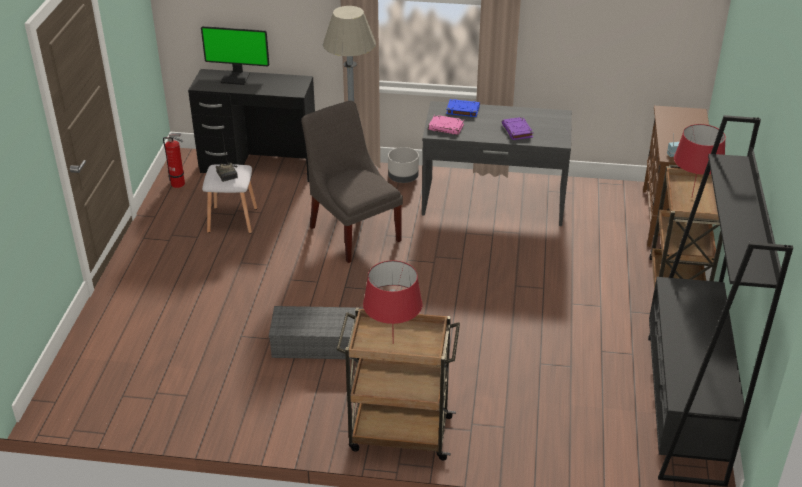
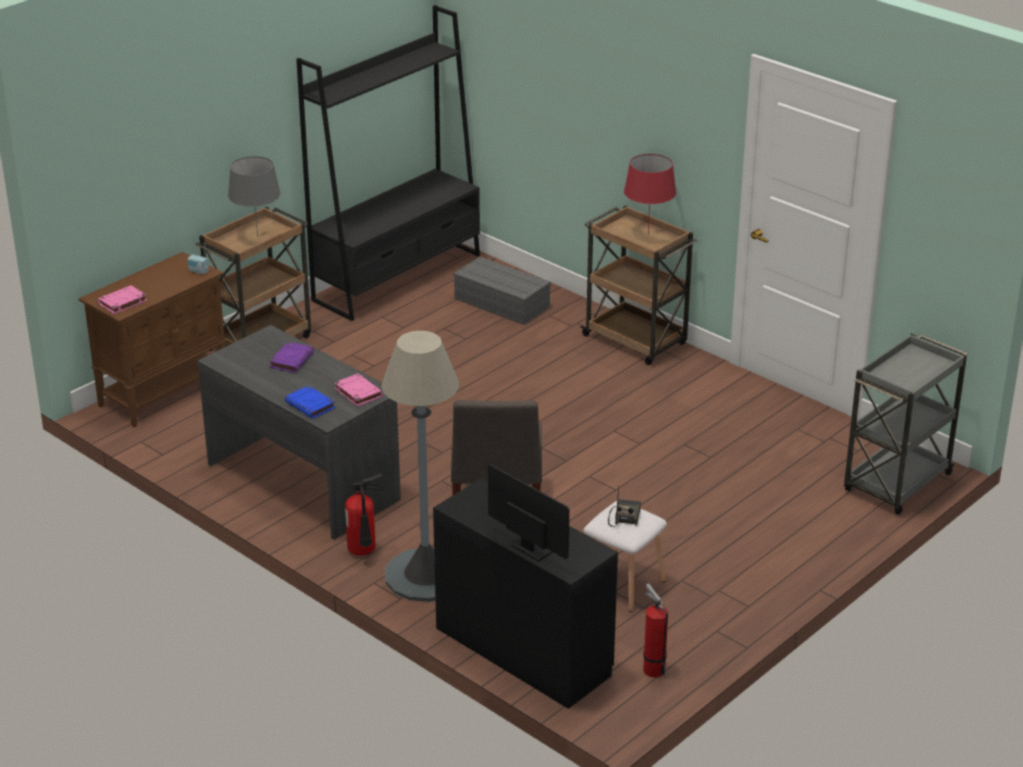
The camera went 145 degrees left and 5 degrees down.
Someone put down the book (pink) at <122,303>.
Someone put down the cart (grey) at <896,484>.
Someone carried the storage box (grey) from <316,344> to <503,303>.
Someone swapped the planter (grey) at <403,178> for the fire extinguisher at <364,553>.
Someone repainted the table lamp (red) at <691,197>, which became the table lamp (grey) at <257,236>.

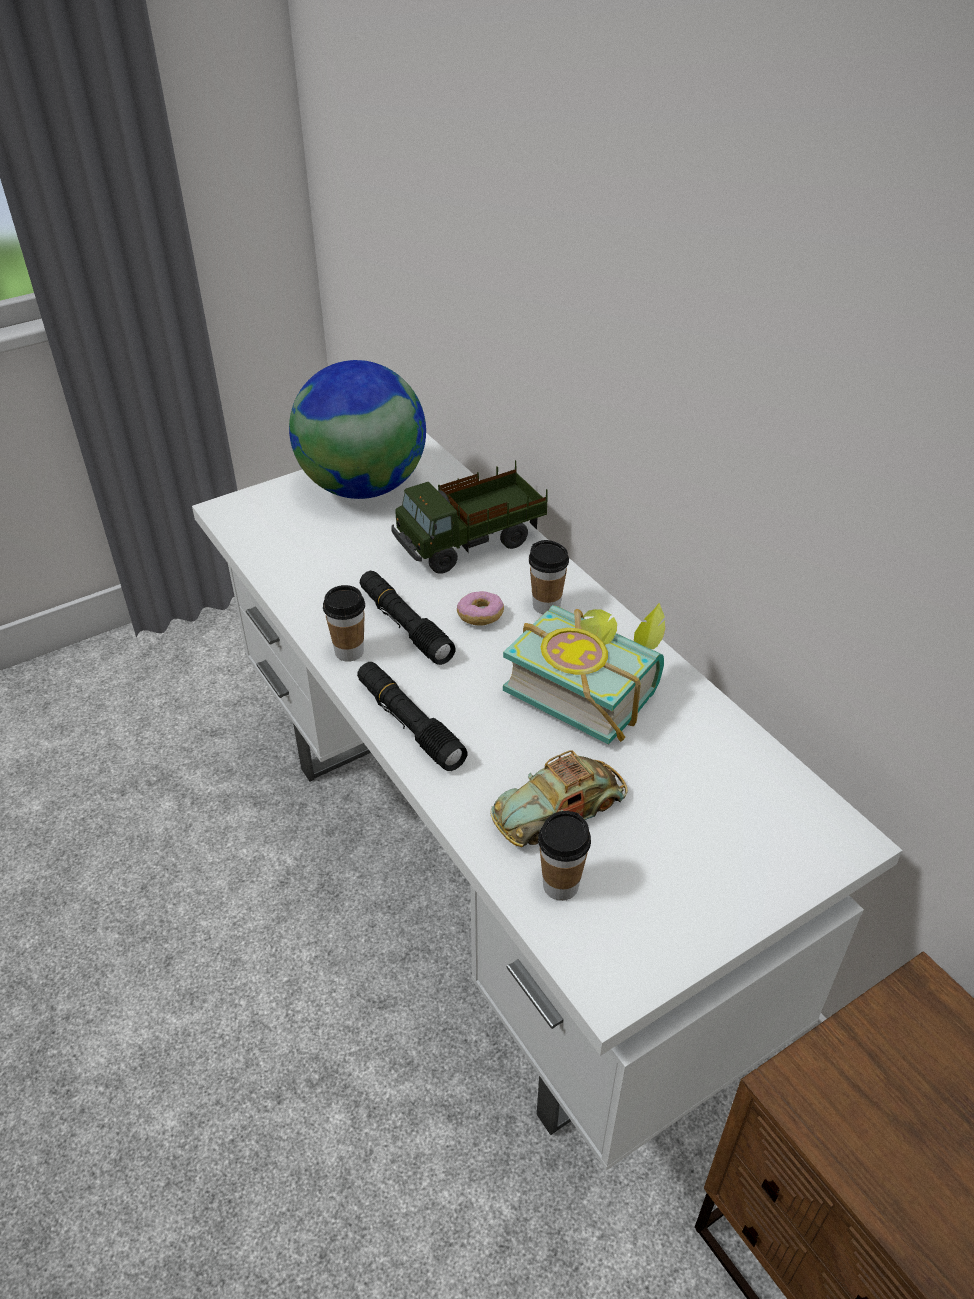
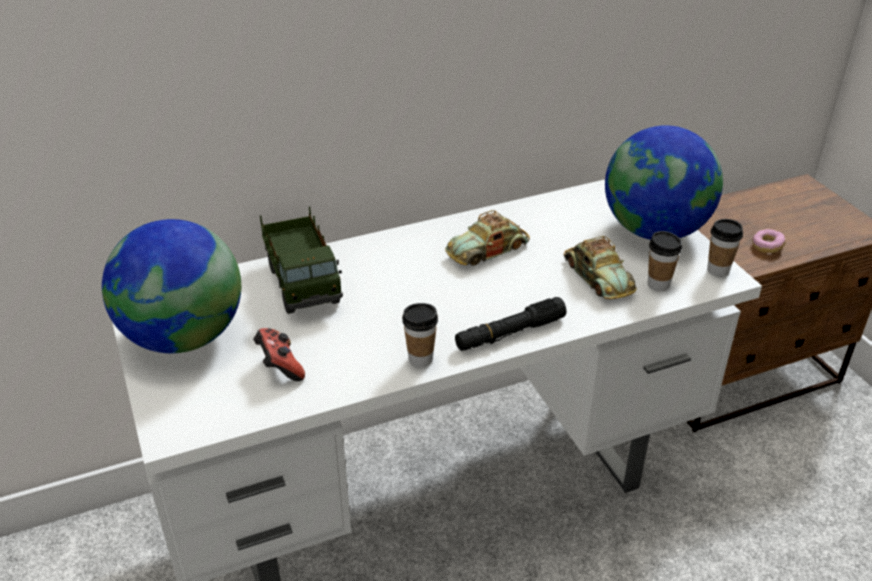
The camera went 80 degrees left and 5 degrees down.
Someone took away the flashlight (black) at <405,625>.
Someone put down the game controller at <280,367>.
Someone put down the globe at <654,231>.
Someone carried the donut from <480,616> to <767,247>.
Someone carried the cup from <546,606> to <718,270>.
Someone swapped the book at <589,686> for the toy car at <487,250>.

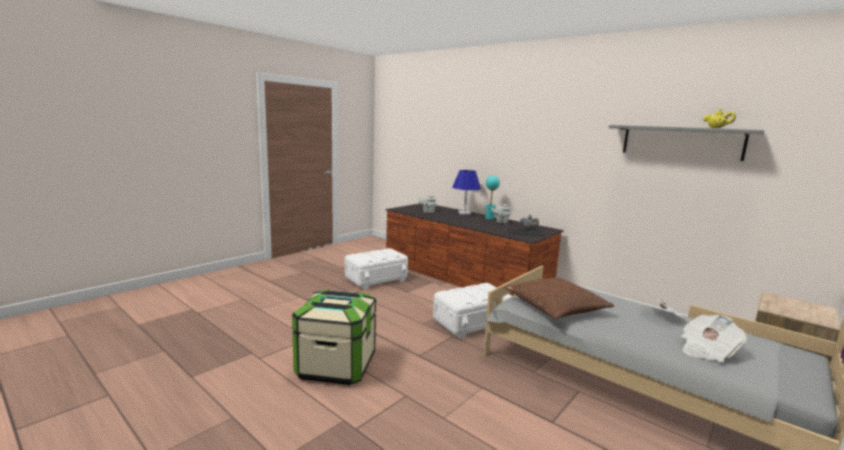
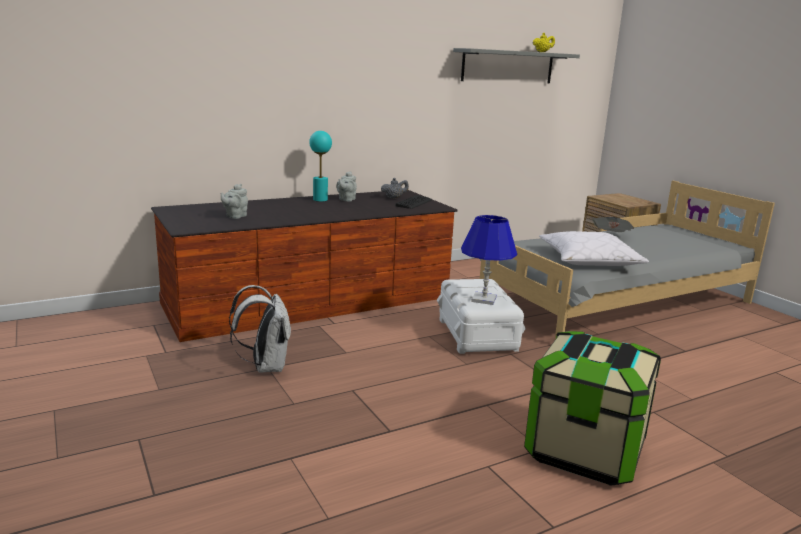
The camera went 70 degrees left and 5 degrees up.
Someone took away the newspaper at <707,350>.
Someone carried the table lamp (blue) from <464,213> to <484,299>.
Someone swapped the storage box (white) at <376,279> for the backpack (white) at <265,366>.
Someone repainted the pillow (brown) at <555,306>, which became the pillow (white) at <589,260>.

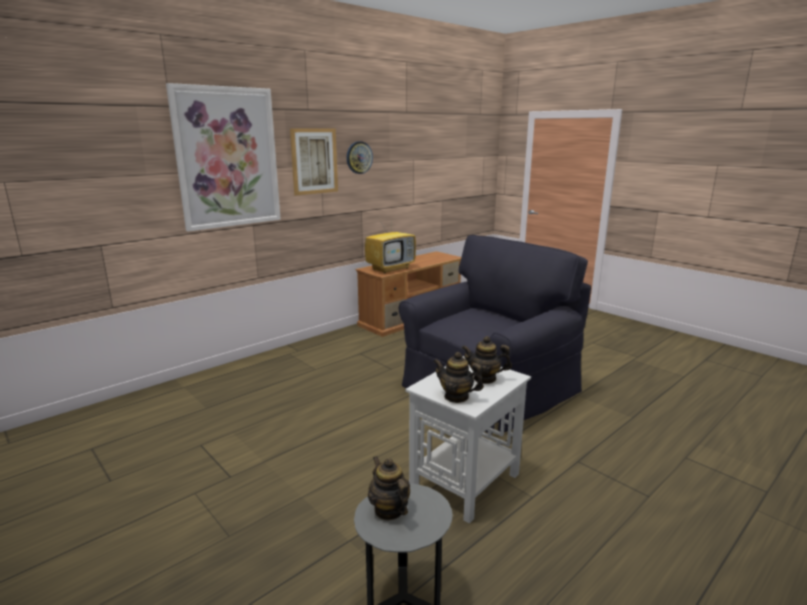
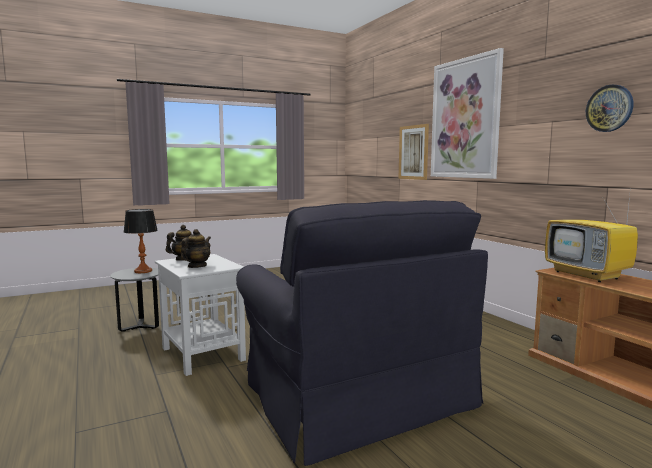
The camera went 105 degrees right and 10 degrees down.
Someone carried the picture from <314,161> to <413,152>.
Someone swapped the teapot at <389,510> for the table lamp at <143,271>.

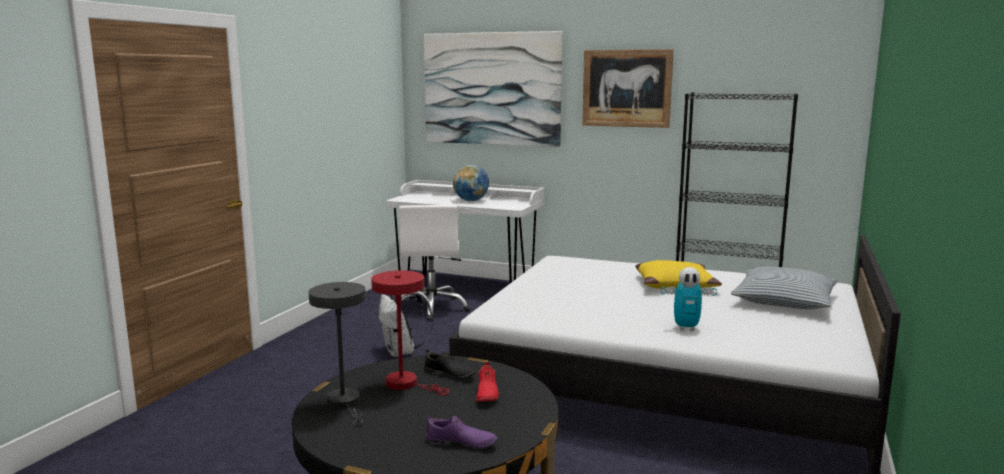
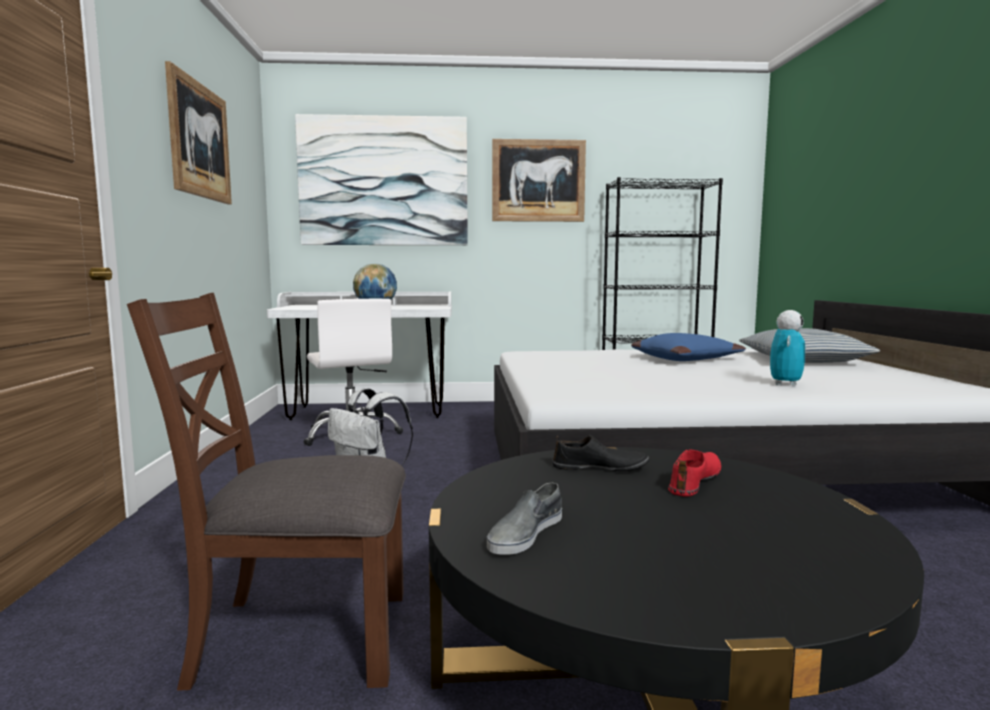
The camera went 25 degrees left and 5 degrees down.
Someone took away the table lamp (red) at <406,384>.
Someone took away the shoe (purple) at <461,442>.
Someone put down the chair (brown) at <301,637>.
Someone put up the picture at <199,141>.
Someone swapped the table lamp (grey) at <345,403> for the shoe (grey) at <525,533>.
Someone repainted the pillow (yellow) at <675,285>, which became the pillow (blue) at <685,359>.
Someone rotated the shoe (red) at <486,393> by 120 degrees counterclockwise.
Someone rotated the toy robot at <686,328> by 45 degrees counterclockwise.

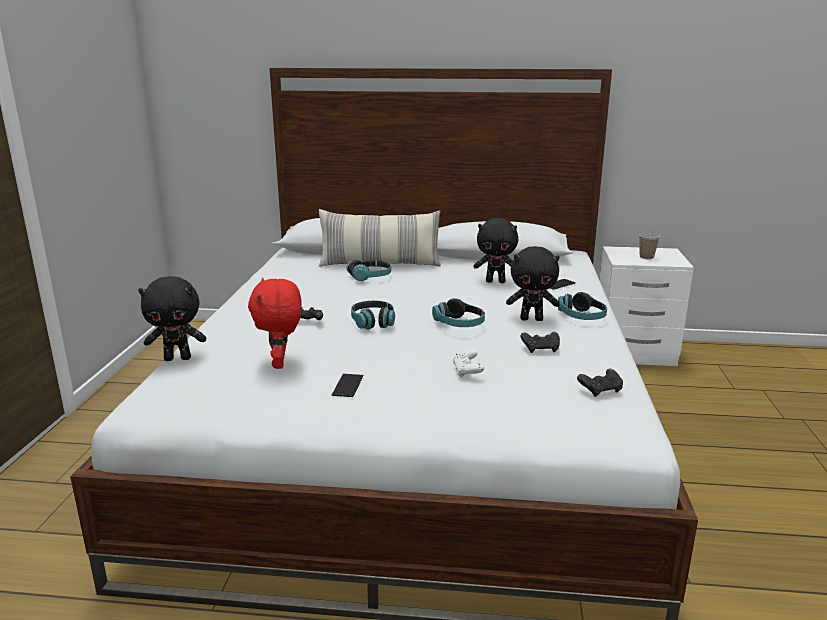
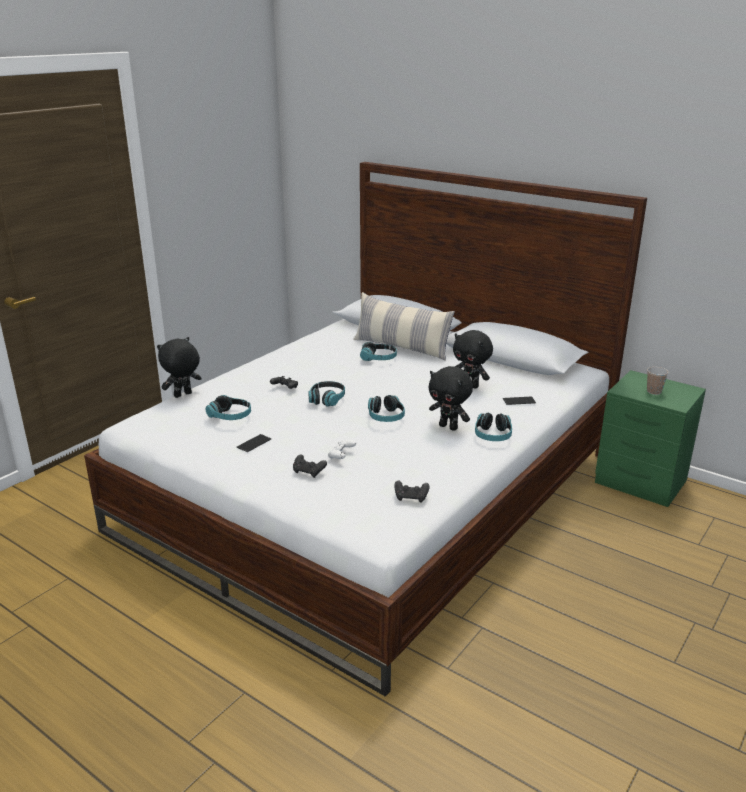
The camera went 30 degrees right and 5 degrees up.
Someone carried the game controller (black) from <540,349> to <309,472>.
Someone swapped the plush toy (red) at <281,363> for the headphones at <230,416>.
Someone repainted the nightstand (white) at <635,353>, which became the nightstand (green) at <641,483>.
Someone rotated the plush toy (black) at <178,358> by 120 degrees clockwise.

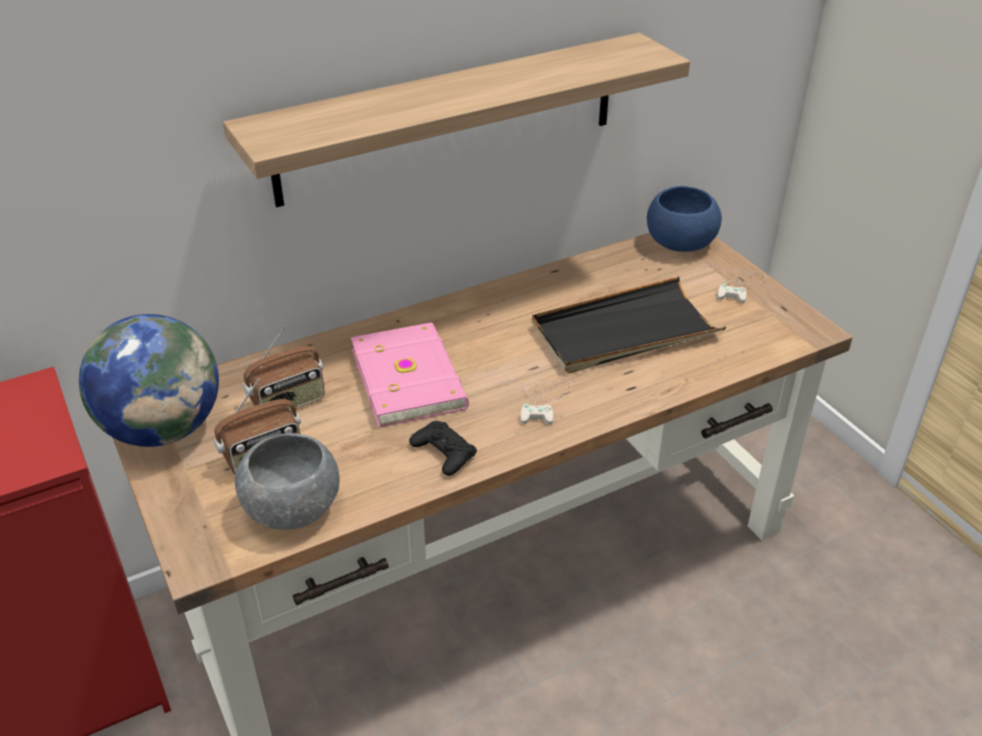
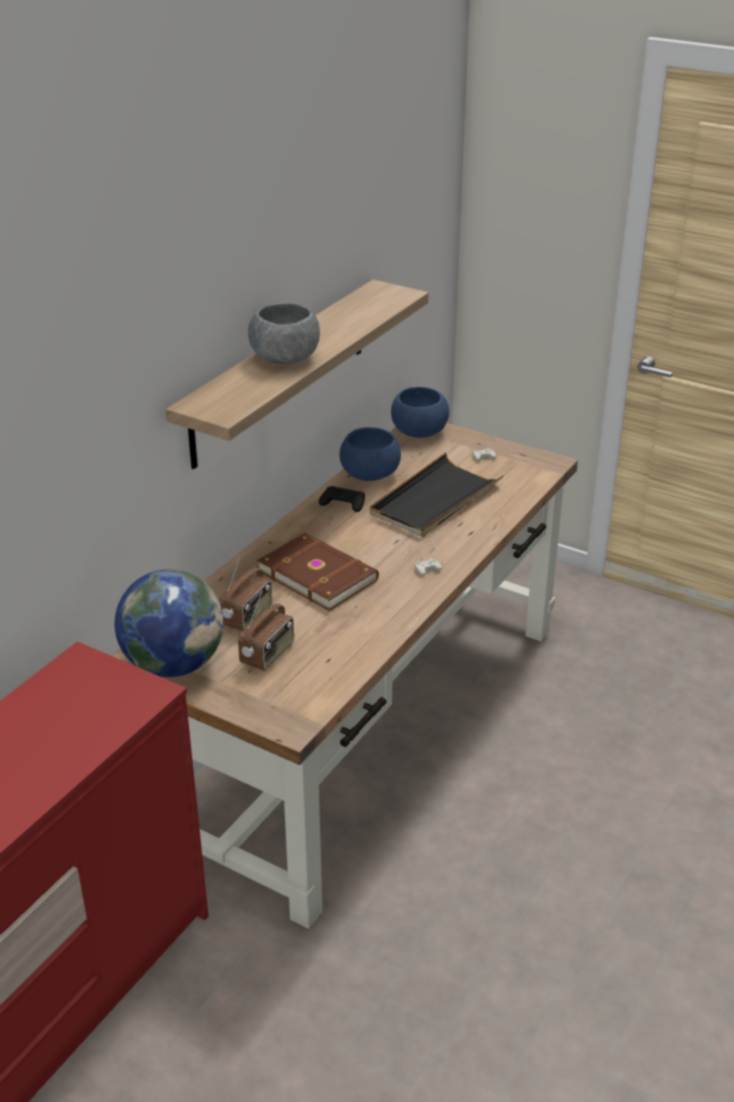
The camera went 30 degrees left and 5 degrees down.
Someone put down the bowl (blue) at <370,474>.
Someone carried the bowl (grey) from <293,508> to <285,358>.
Someone carried the game controller (black) from <443,452> to <343,503>.
Someone repainted the book (pink) at <410,377>, which became the book (brown) at <318,574>.

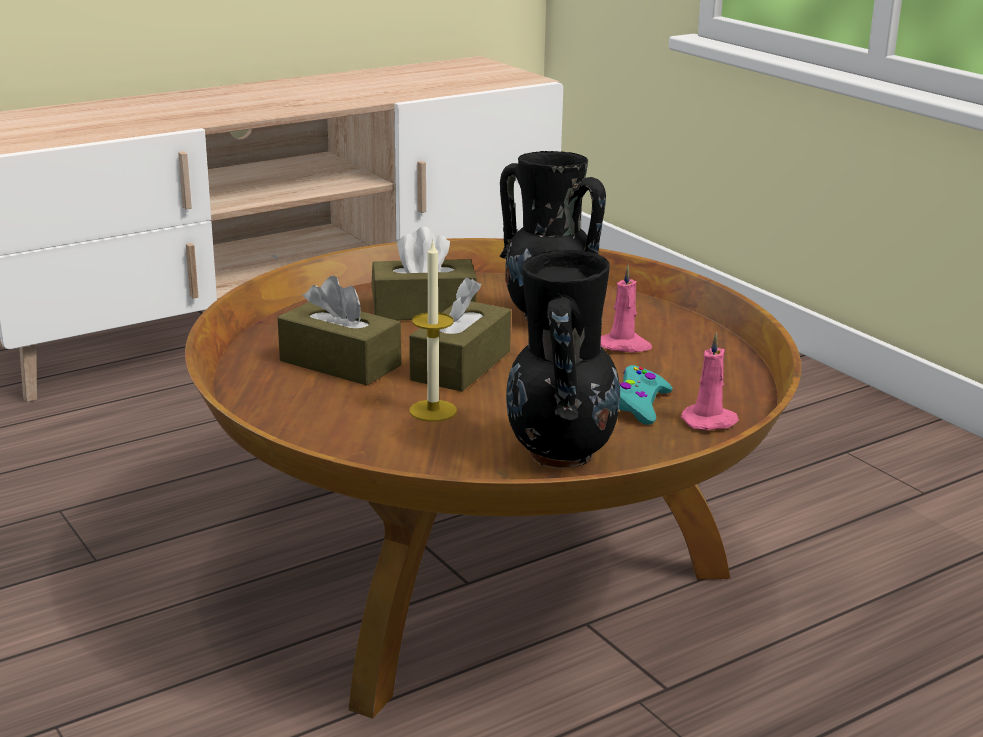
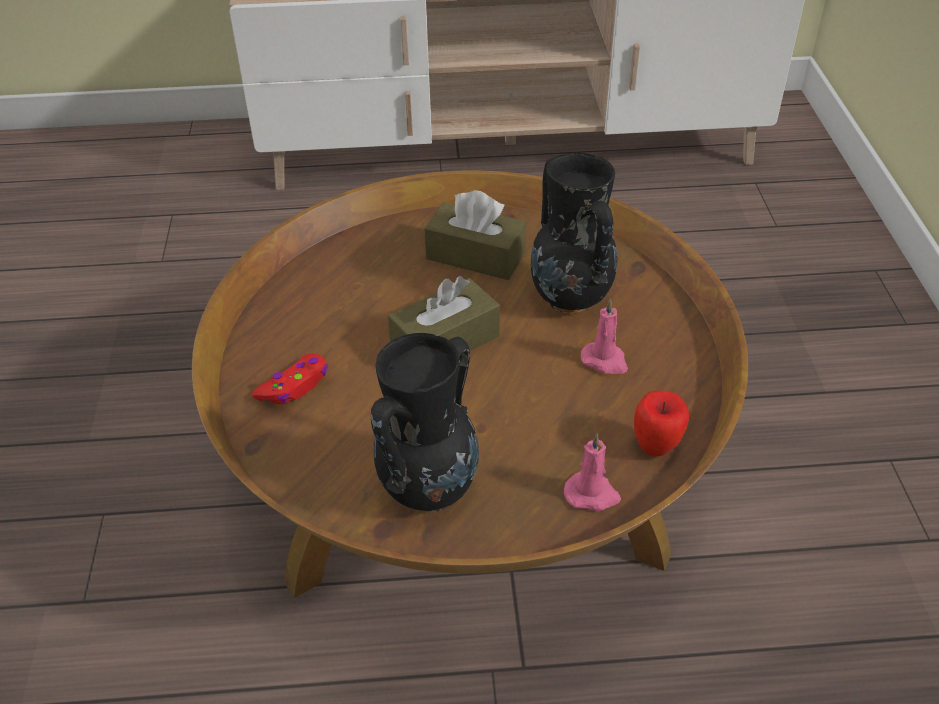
The camera went 30 degrees right and 20 degrees up.
Someone took away the tissue box (brown) at <340,363>.
Someone took away the candle at <433,410>.
Someone took away the game controller (turquoise) at <639,405>.
Someone put down the game controller (red) at <294,386>.
Someone put down the apple at <656,447>.

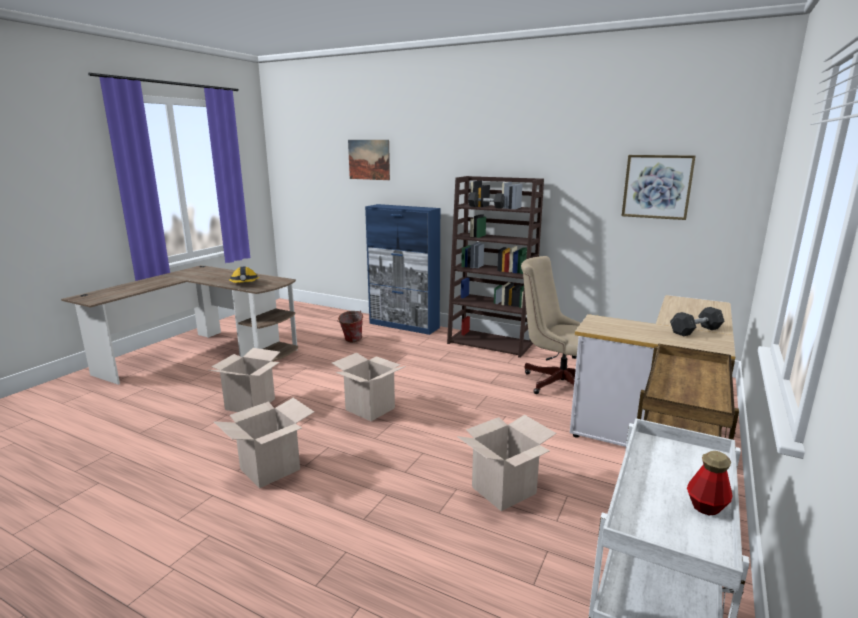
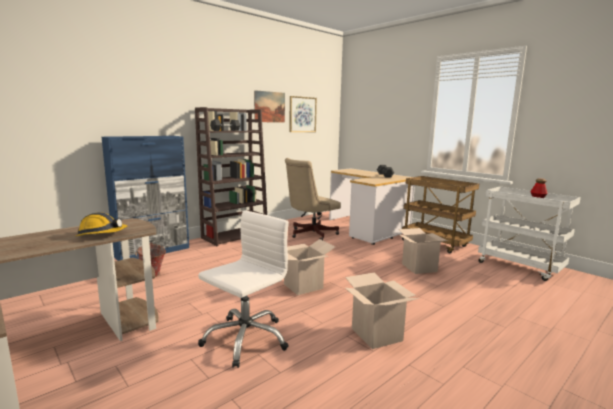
The camera went 70 degrees left and 5 degrees down.
Someone carried the picture from <369,159> to <269,107>.
Someone swapped the cardboard box at <250,404> for the office chair (white) at <245,339>.

